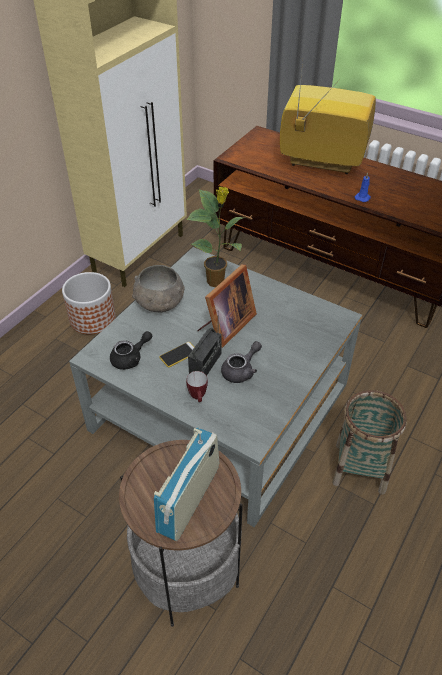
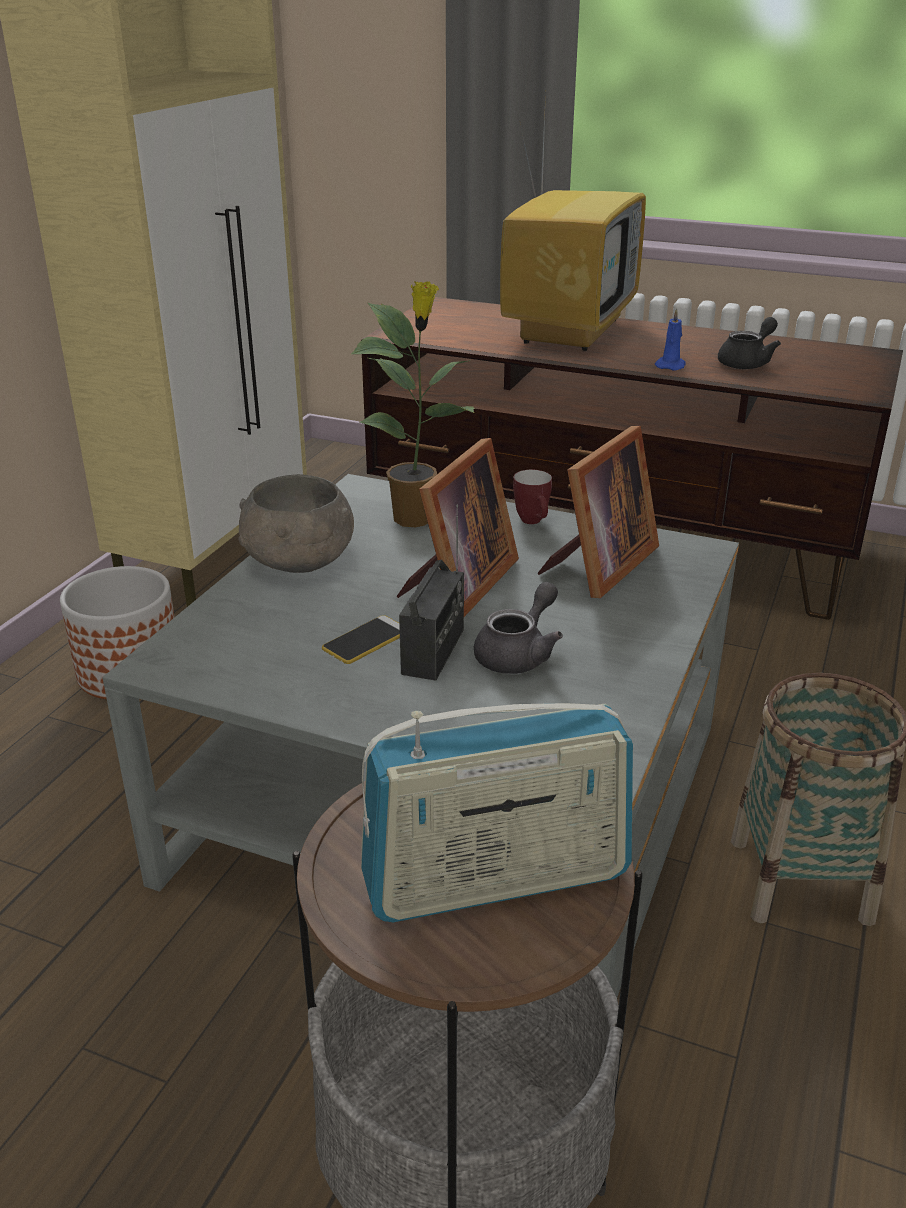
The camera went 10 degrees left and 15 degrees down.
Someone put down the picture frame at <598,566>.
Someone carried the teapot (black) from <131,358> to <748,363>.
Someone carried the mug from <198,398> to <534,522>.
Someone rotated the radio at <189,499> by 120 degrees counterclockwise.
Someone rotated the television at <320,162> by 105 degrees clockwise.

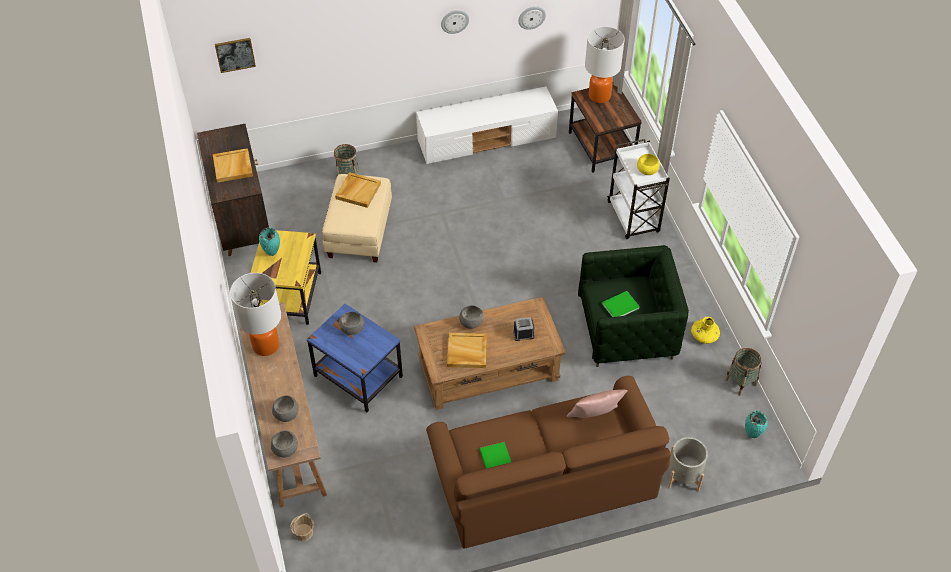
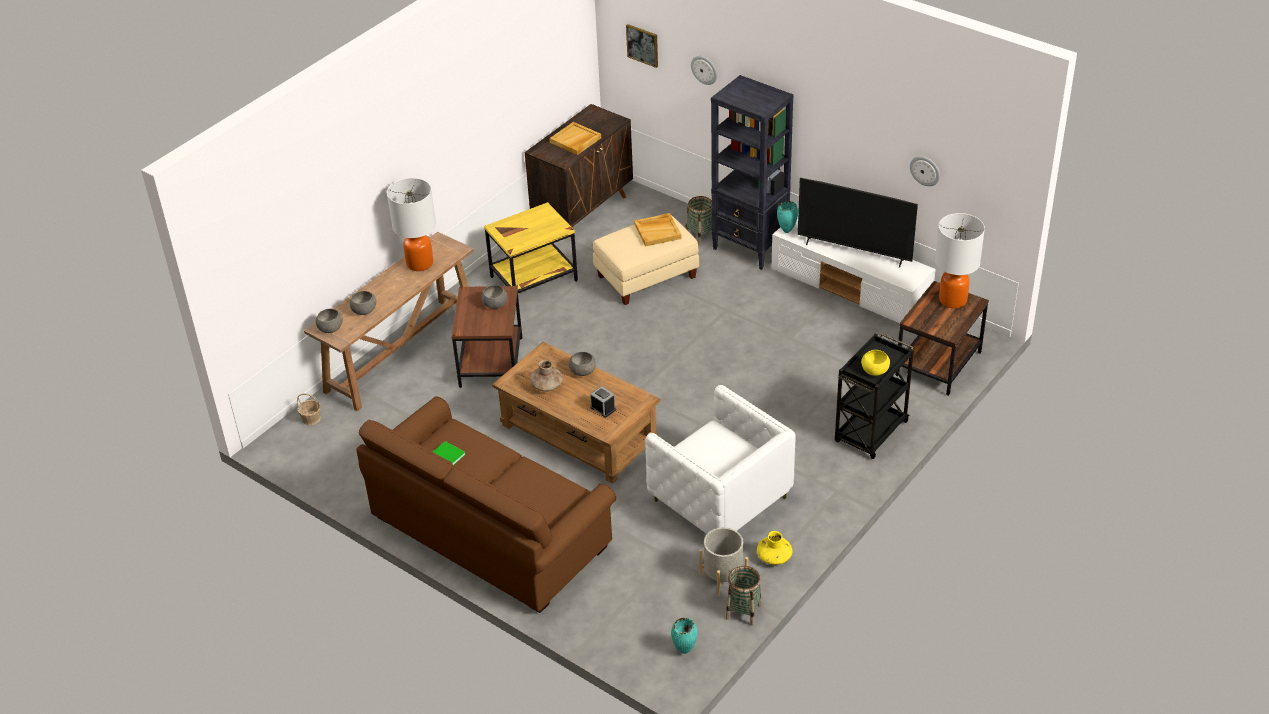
The camera went 55 degrees right and 10 degrees down.
Someone took away the pillow (pink) at <594,417>.
Someone took away the book (green) at <619,305>.
Someone put down the bookcase (black) at <750,248>.
Someone put down the television at <854,252>.
Someone carried the vase (turquoise) from <272,254> to <786,231>.
Someone carried the wall clock from <454,21> to <704,69>.
Someone carried the planter (grey) from <683,476> to <723,578>.
Someone swapped the tray (beige) at <466,352> for the vase (brown) at <547,385>.
Someone repainted the side table (blue) at <359,376>, which became the side table (brown) at <492,363>.
Someone repainted the armchair (green) at <626,331>, which became the armchair (white) at <720,499>.
Someone repainted the cart (white) at <633,218>, which became the cart (black) at <870,433>.

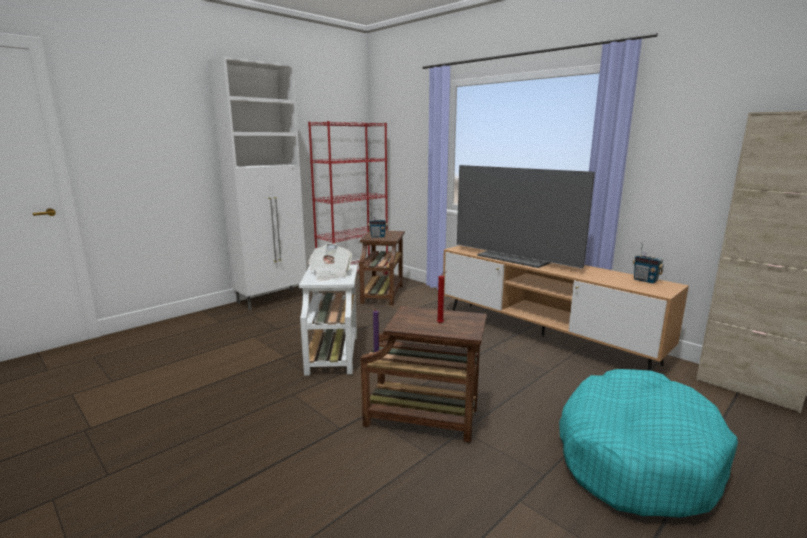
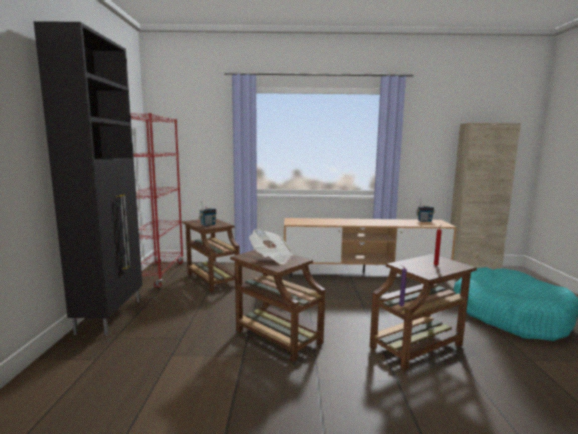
The camera went 45 degrees left and 5 degrees down.
Someone took away the television at <515,258>.
Someone repainted the cabinet (white) at <273,299>, which became the cabinet (black) at <111,316>.
Someone repainted the side table (white) at <333,354>, which became the side table (brown) at <276,336>.

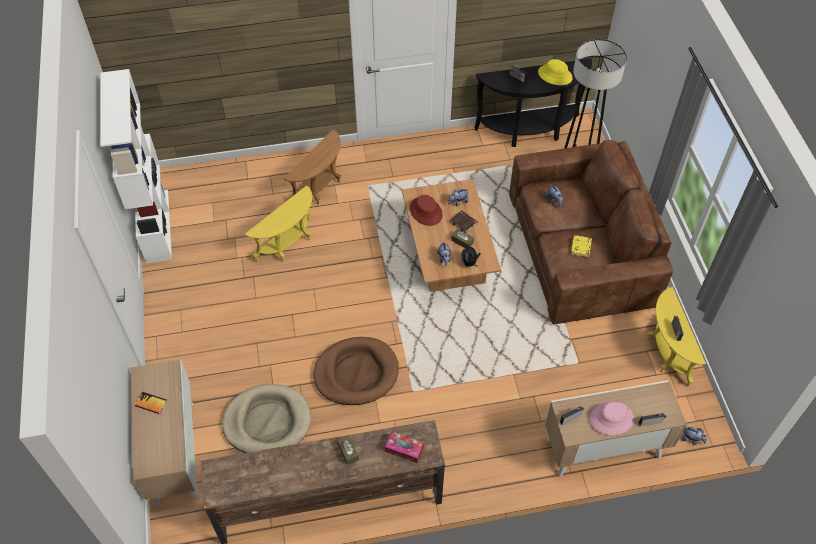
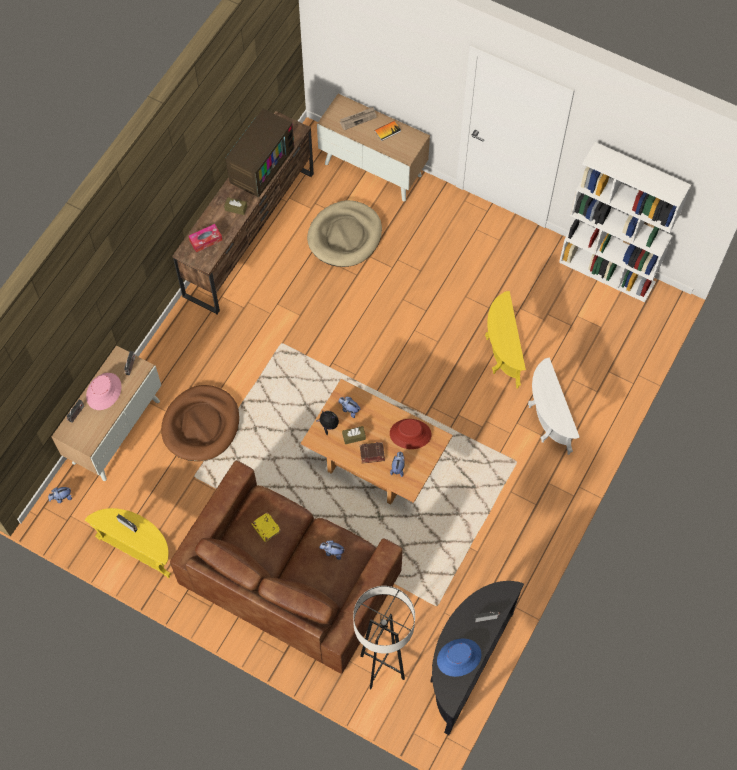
The camera went 130 degrees right and 10 degrees up.
Someone put down the television at <260,164>.
Someone put down the newspaper at <358,119>.
Someone carried the dog bed (brown) from <356,373> to <201,425>.
Someone repainted the side table (brown) at <320,188>, which became the side table (white) at <546,421>.
Someone repainted the hat (yellow) at <555,75>, which became the hat (blue) at <459,658>.

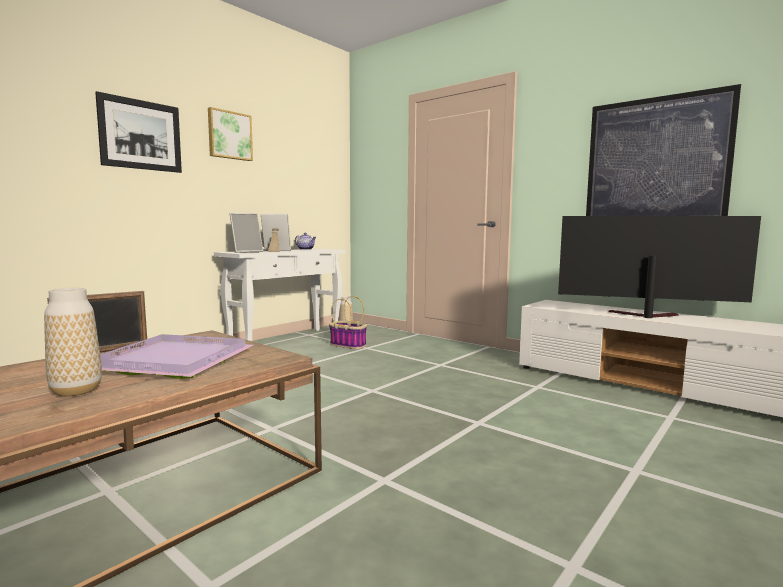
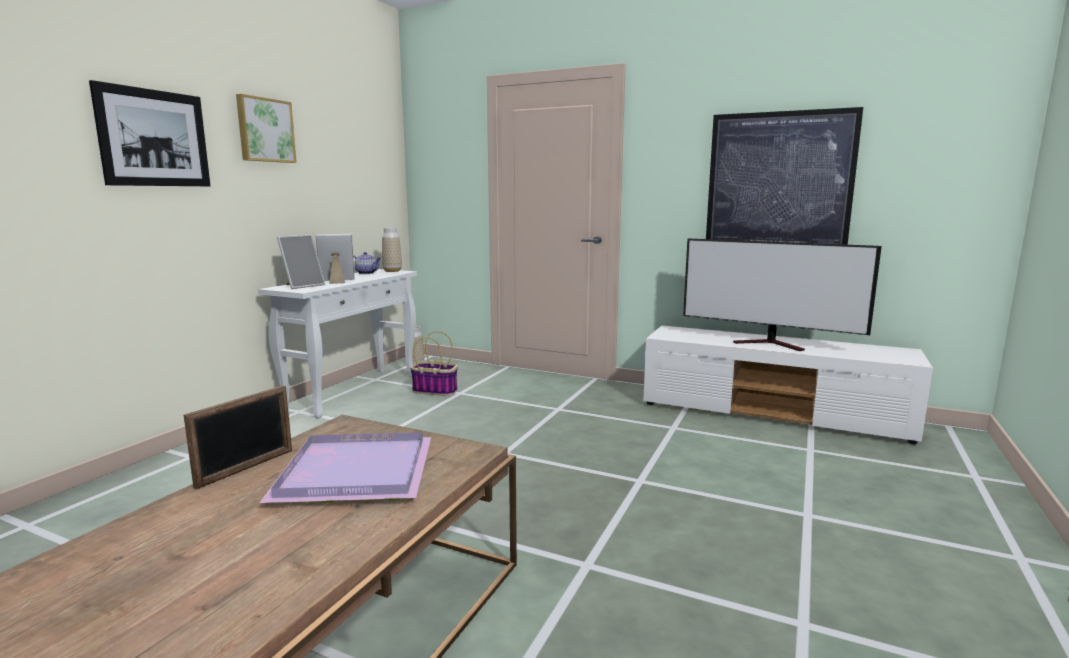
The camera went 15 degrees left and 5 degrees up.
Someone carried the vase from <76,391> to <392,271>.
Someone rotated the television at <643,315> by 150 degrees counterclockwise.

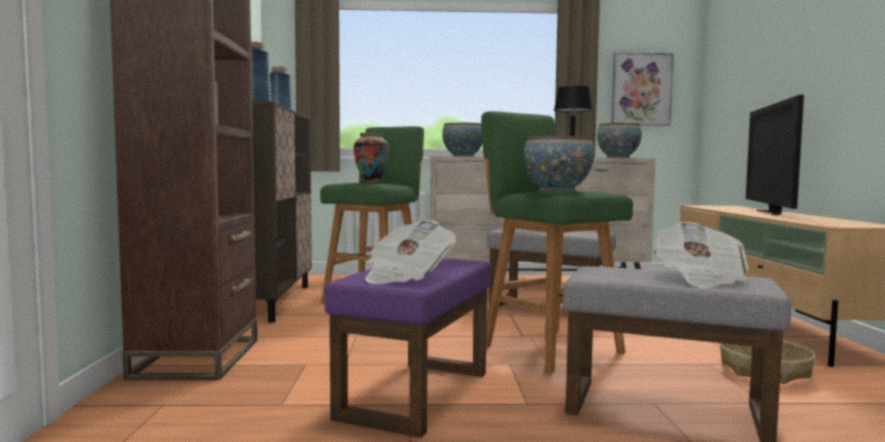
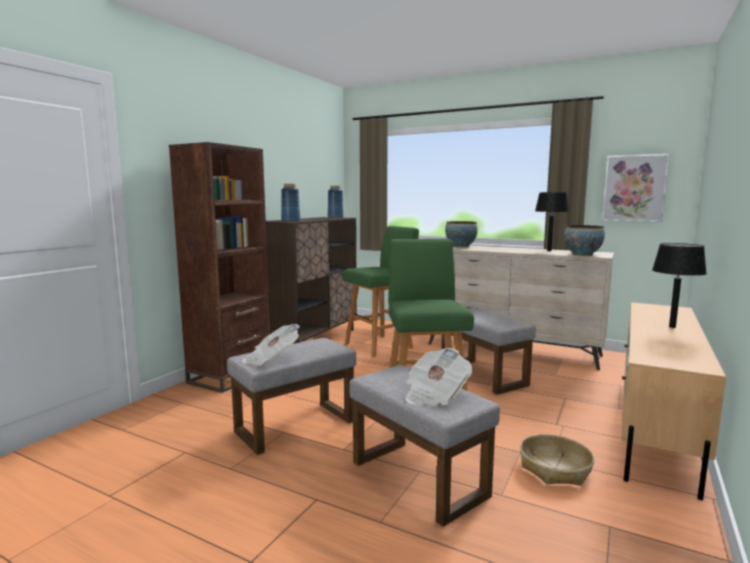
The camera went 30 degrees right and 5 degrees up.
Someone took away the vase at <371,183>.
Someone took away the bowl at <557,191>.
Someone swapped the television at <771,212> for the table lamp (black) at <672,327>.
Someone repainted the ottoman (purple) at <415,393>, which became the ottoman (grey) at <296,425>.

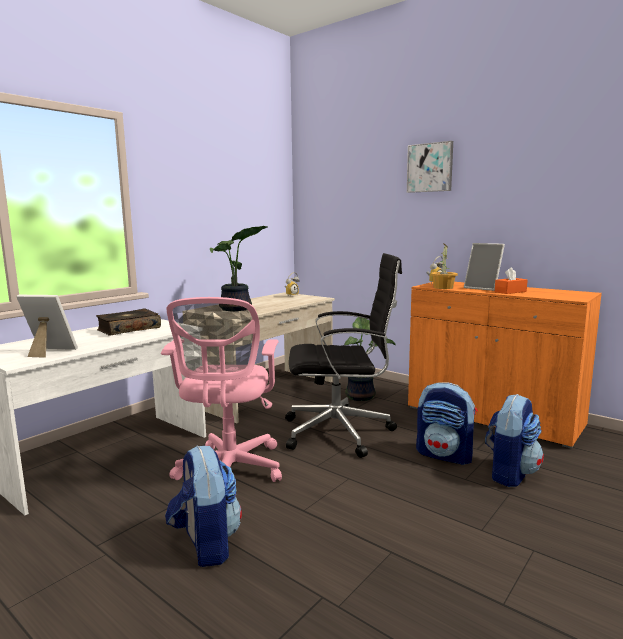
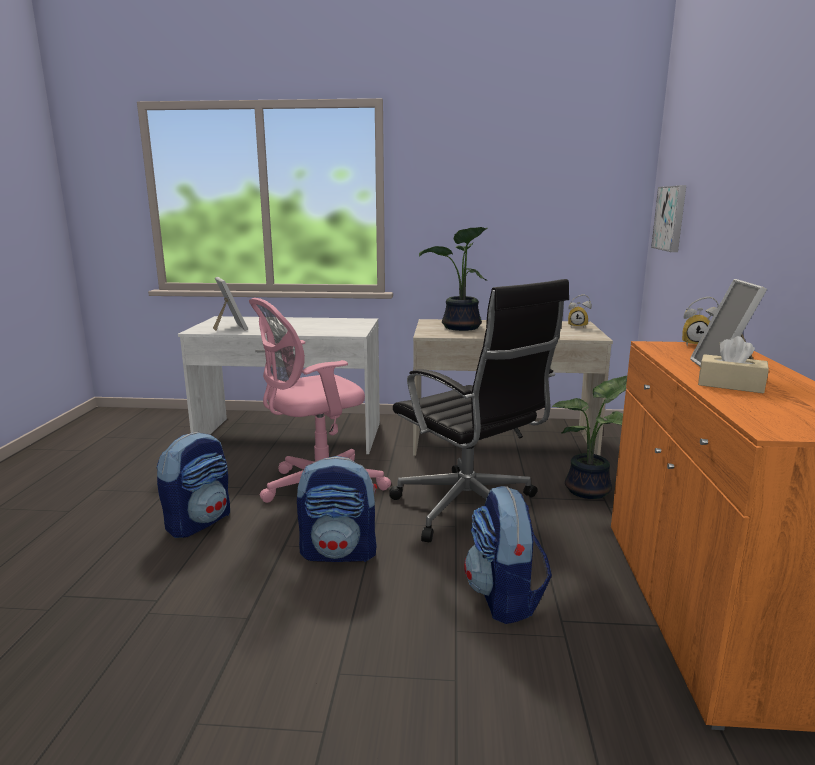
The camera went 55 degrees right and 5 degrees up.
Someone took away the book at <128,329>.
Someone took away the potted plant at <442,287>.
Someone carried the picture from <430,167> to <671,218>.
Someone carried the backpack from <510,473> to <340,552>.
Someone repainted the tissue box (orange) at <510,292>, which became the tissue box (beige) at <730,385>.

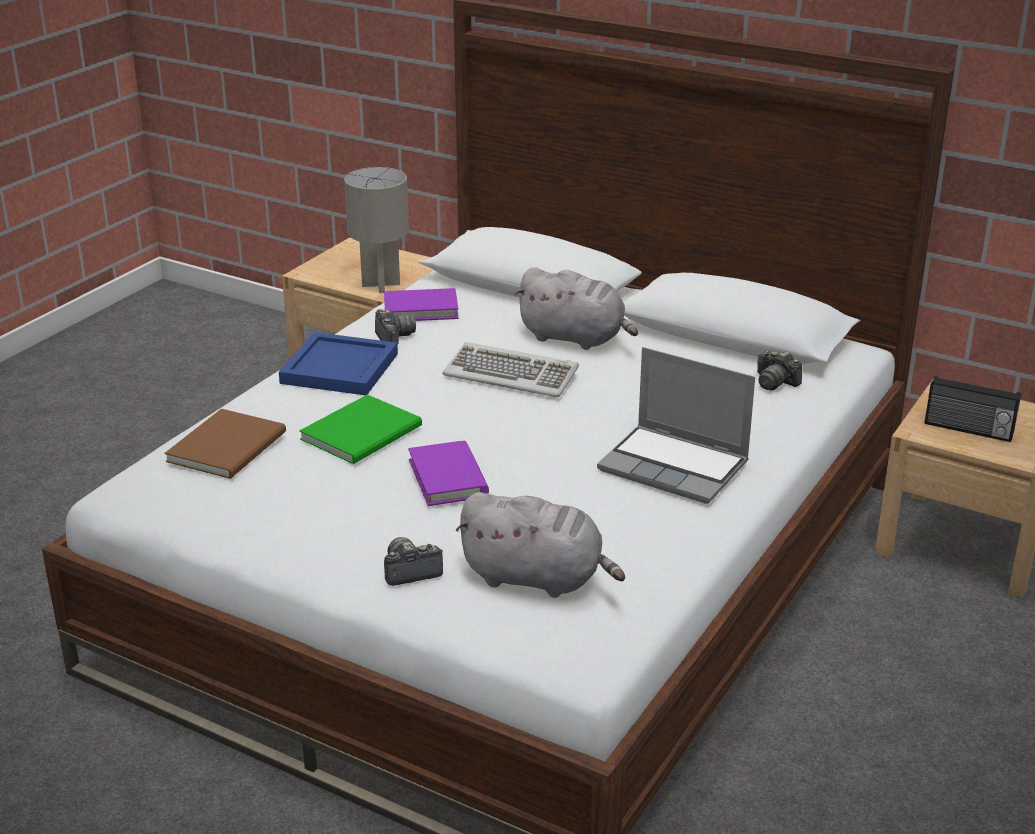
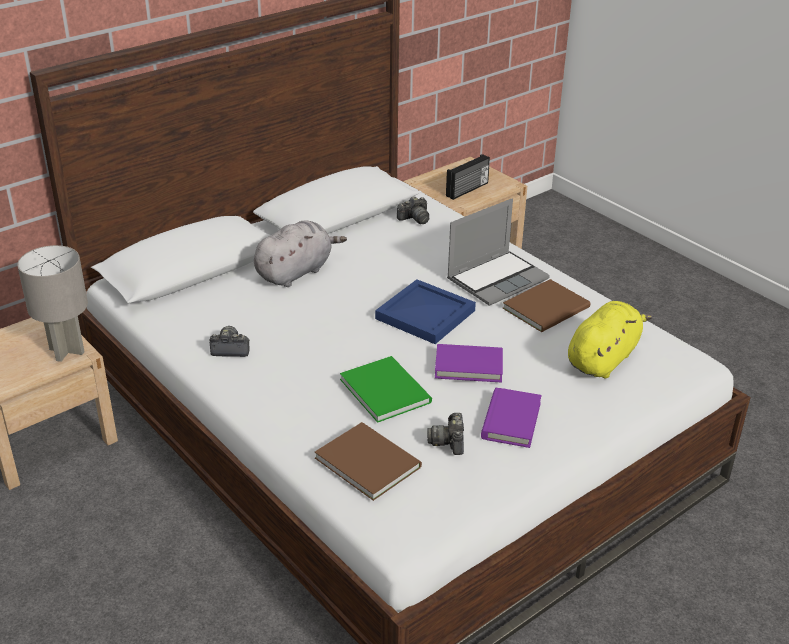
The camera went 70 degrees left and 5 degrees up.
Someone took away the keyboard at <511,374>.
Someone put down the book (brown) at <549,308>.
Someone carried the tray (blue) from <341,368> to <425,314>.
Someone carried the book (purple) from <421,309> to <511,421>.
Someone carried the photo camera from <410,571> to <449,442>.
Someone repainted the plush toy (grey) at <537,578>, which became the plush toy (yellow) at <603,358>.

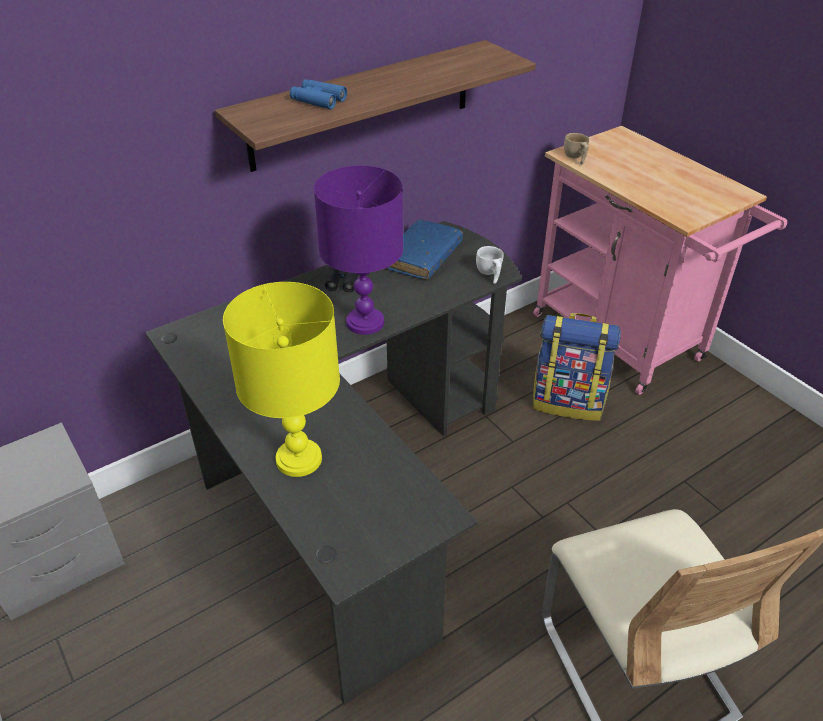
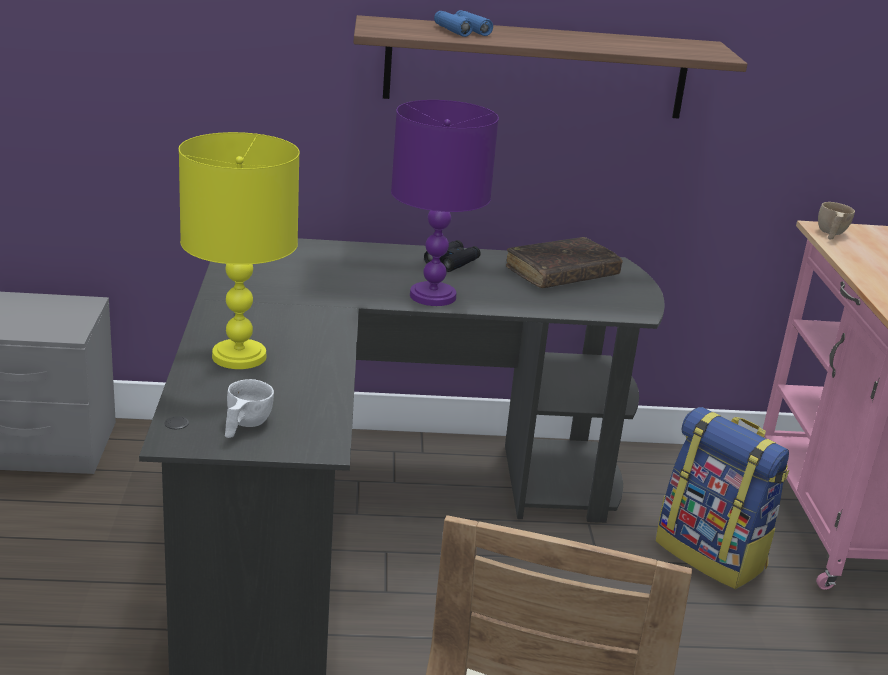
The camera went 30 degrees right and 15 degrees down.
Someone carried the cup (white) from <489,274> to <244,426>.
Someone repainted the book (blue) at <423,257>, which became the book (brown) at <562,274>.

